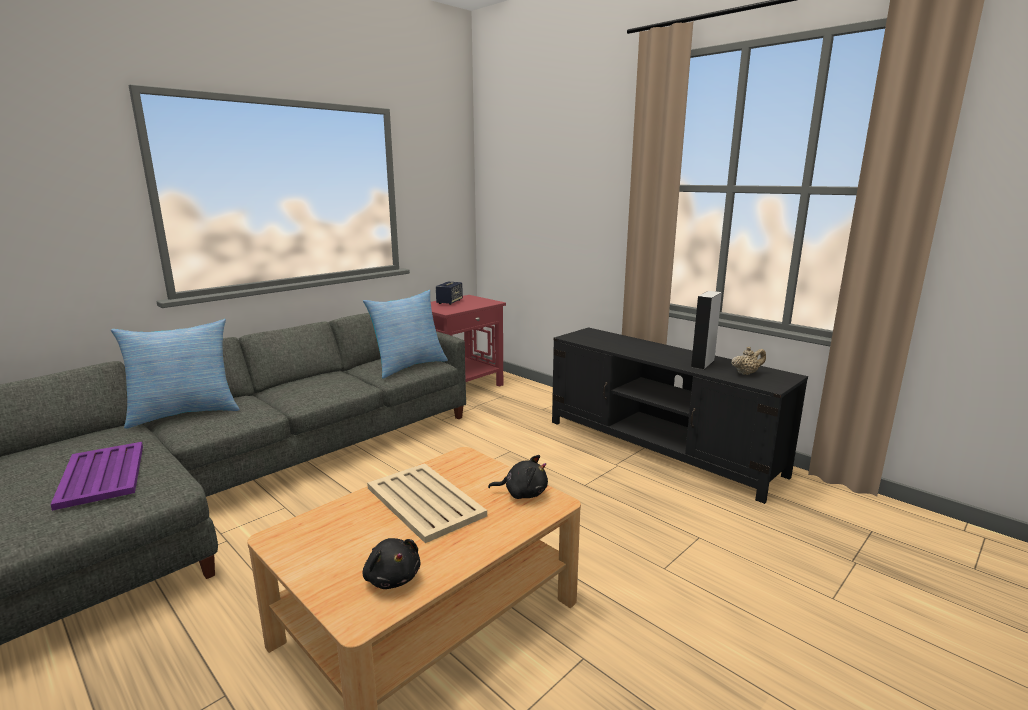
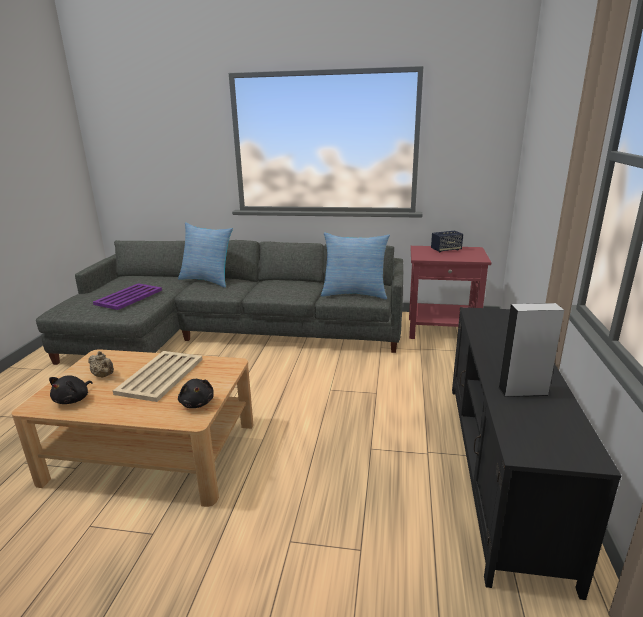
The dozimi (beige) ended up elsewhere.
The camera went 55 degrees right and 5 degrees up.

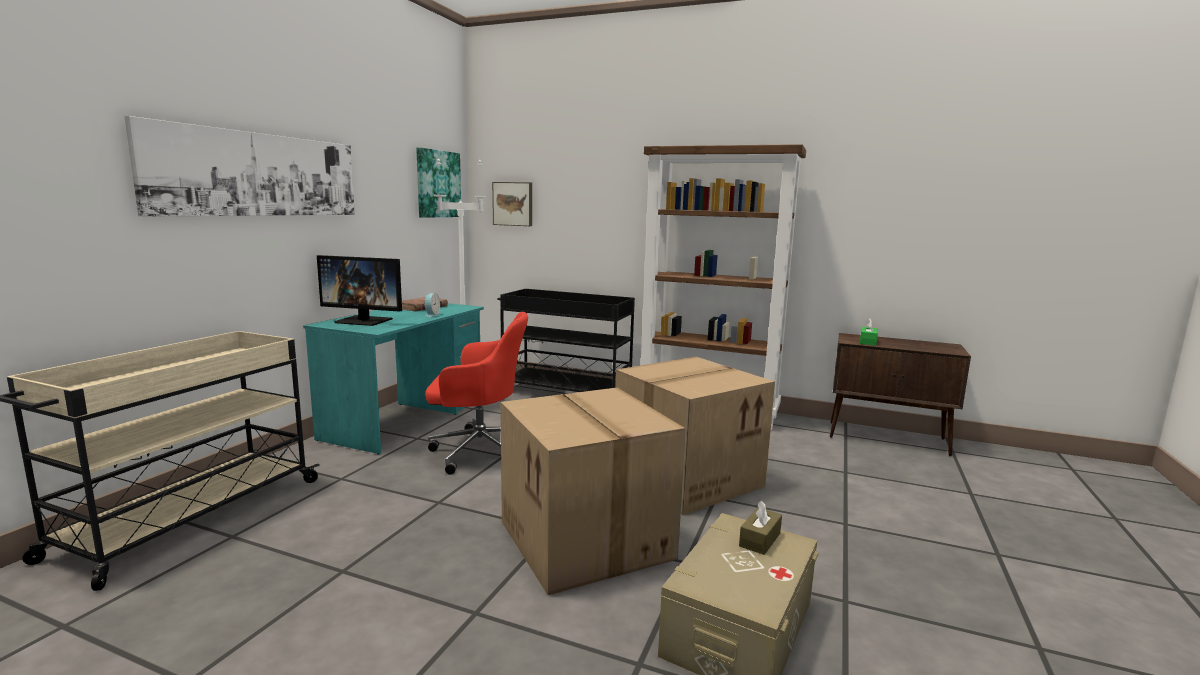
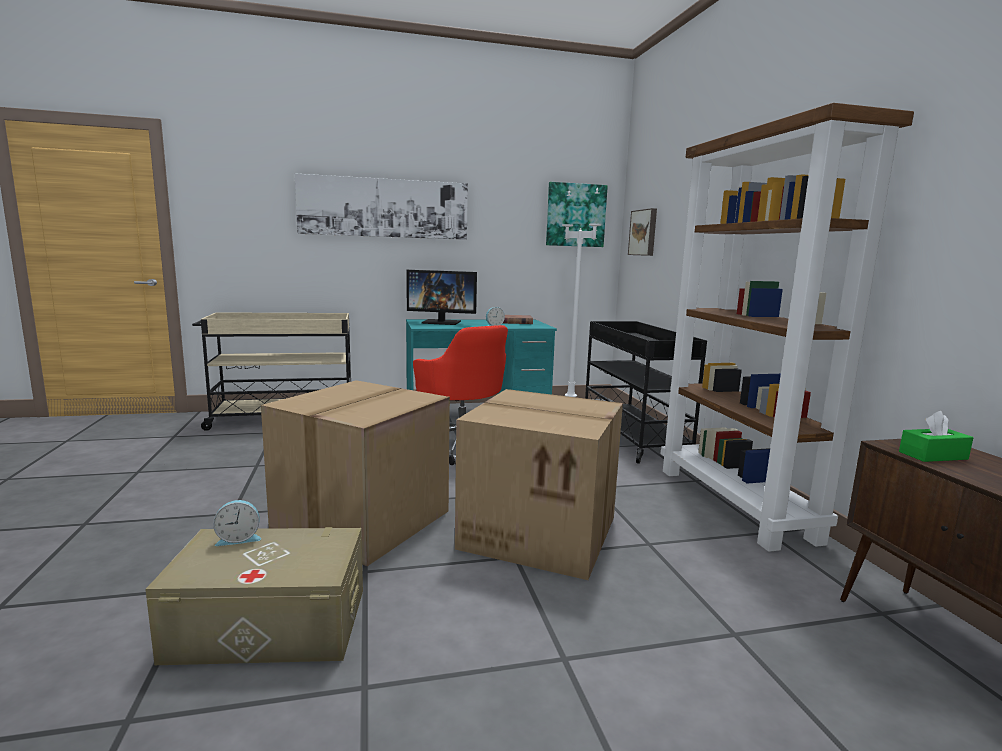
The second view gained the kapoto (no. 1 from left).
The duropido ended up facing another way, 60 degrees counterclockwise from before.
The second view lost the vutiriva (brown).
The camera went 55 degrees right and 0 degrees up.

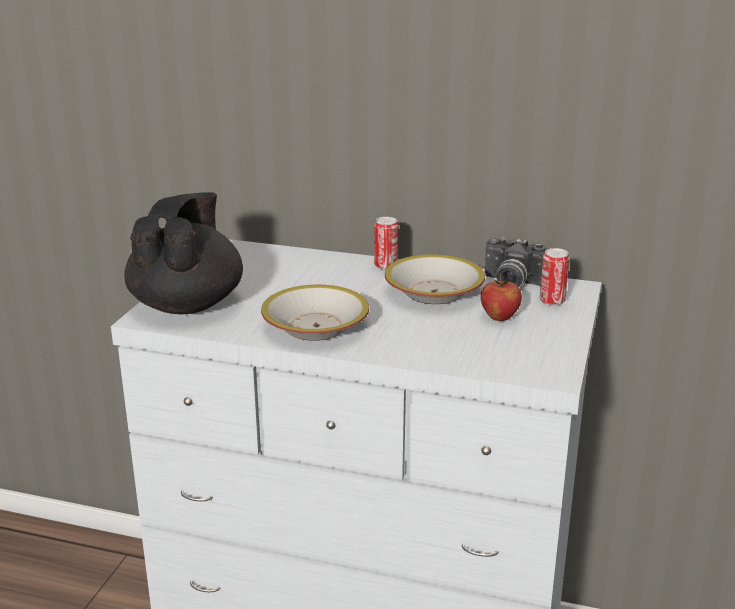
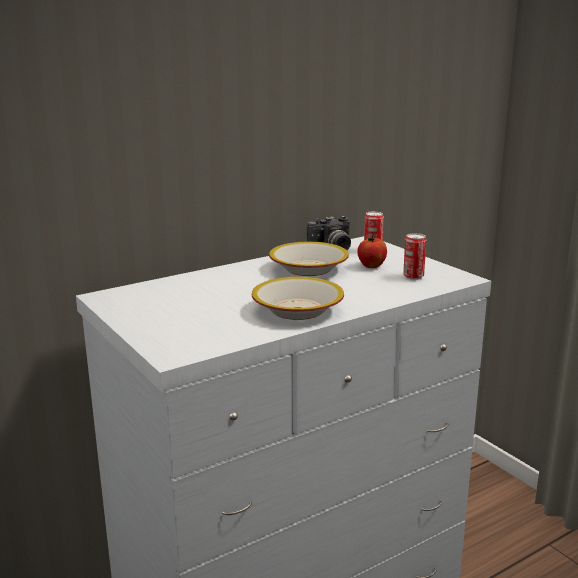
The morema (no. 1 from left in the first image) ended up elsewhere.
The second view lost the dozimi (black).
The camera went 50 degrees left and 5 degrees down.

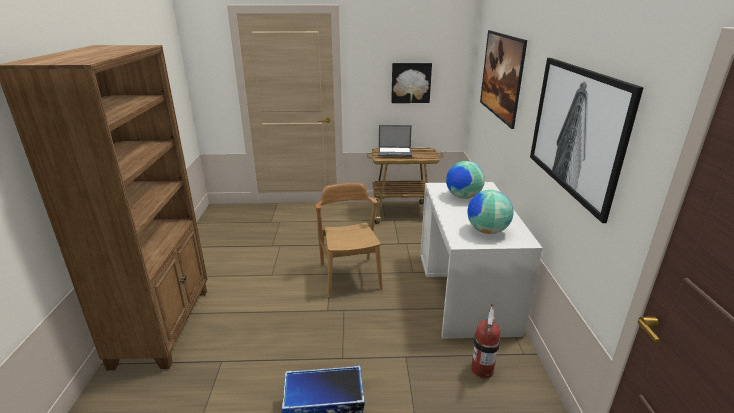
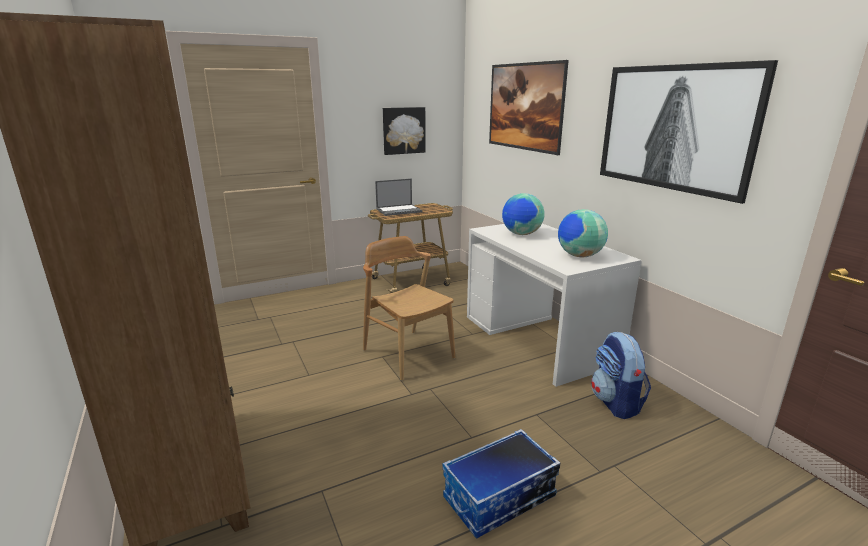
Where the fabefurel stood, the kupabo came to stand.
The camera went 25 degrees left and 5 degrees down.

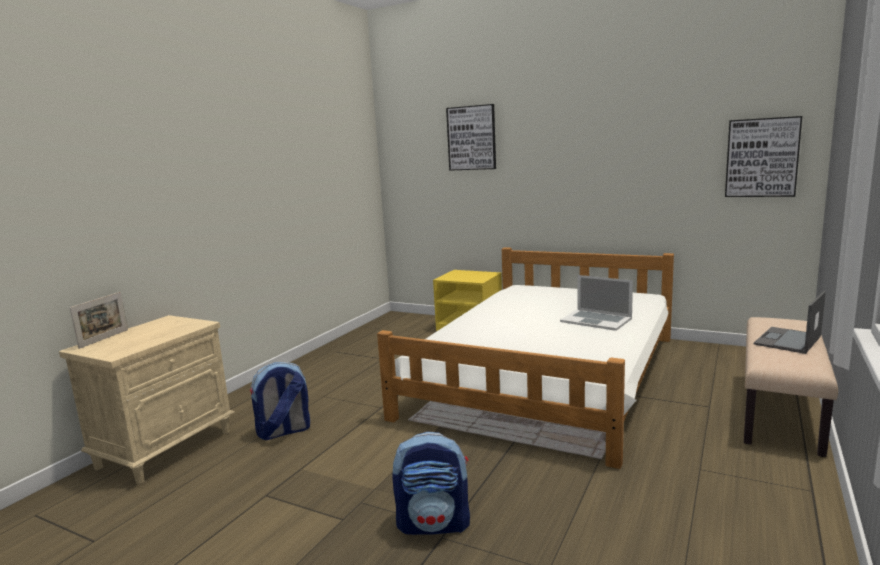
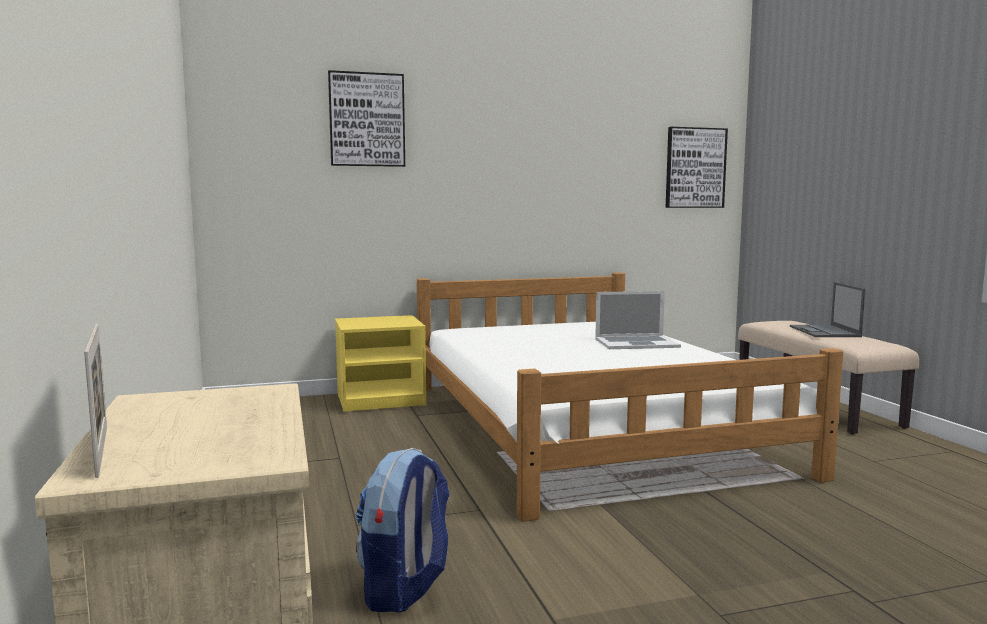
The second view lost the kupabo (no. 2 from left).
The camera went 45 degrees left and 5 degrees down.

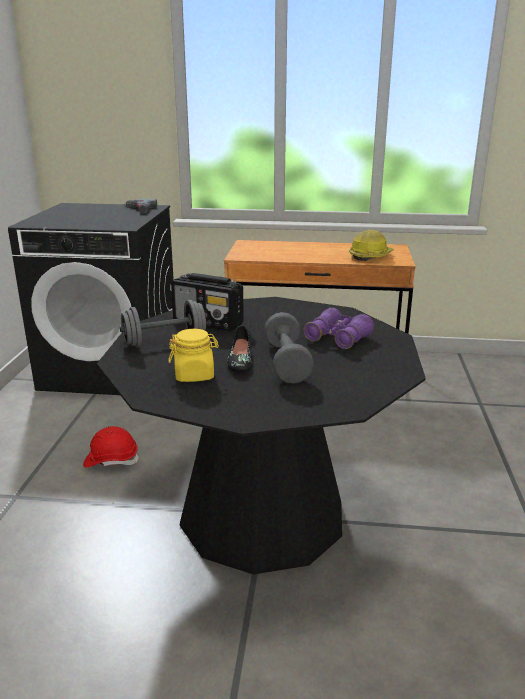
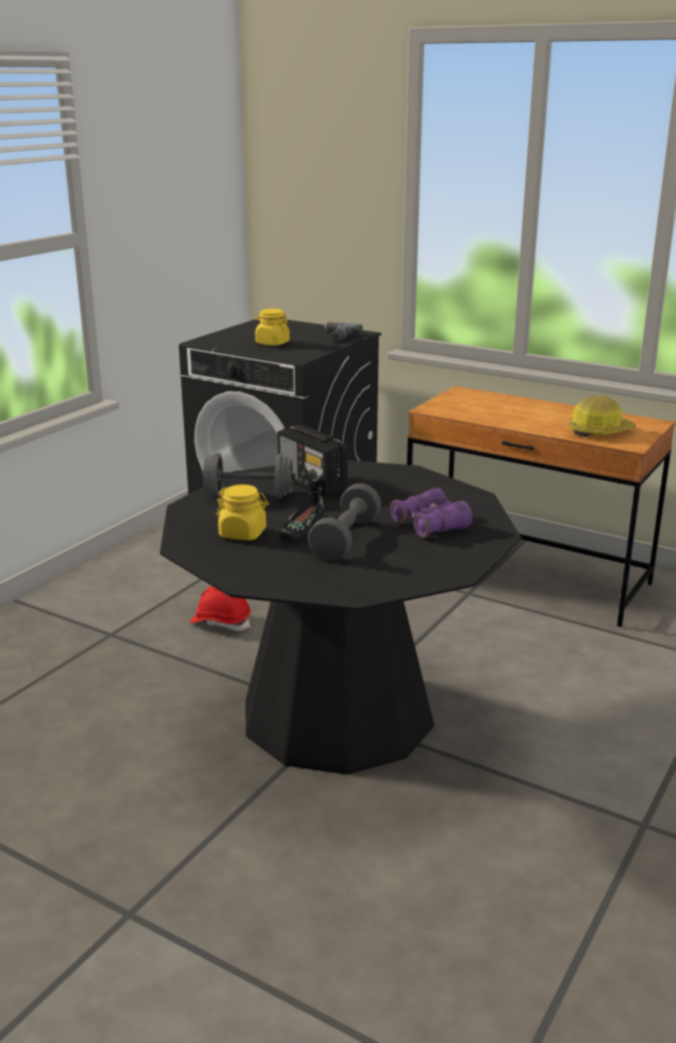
The second view gained the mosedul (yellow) (no. 2 from left).
The camera went 25 degrees right and 0 degrees up.

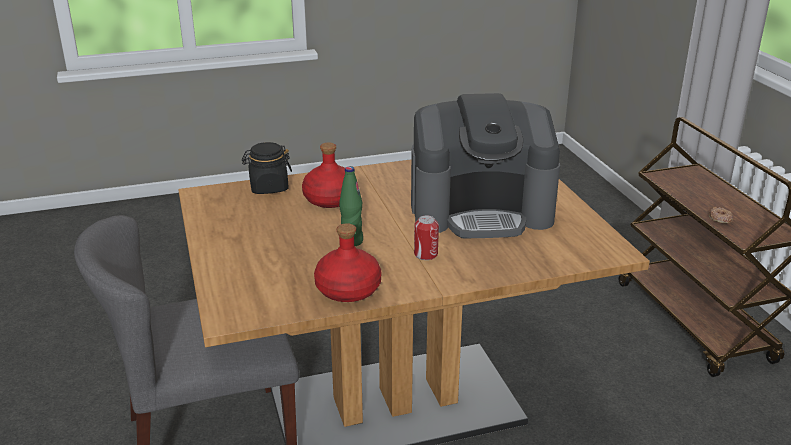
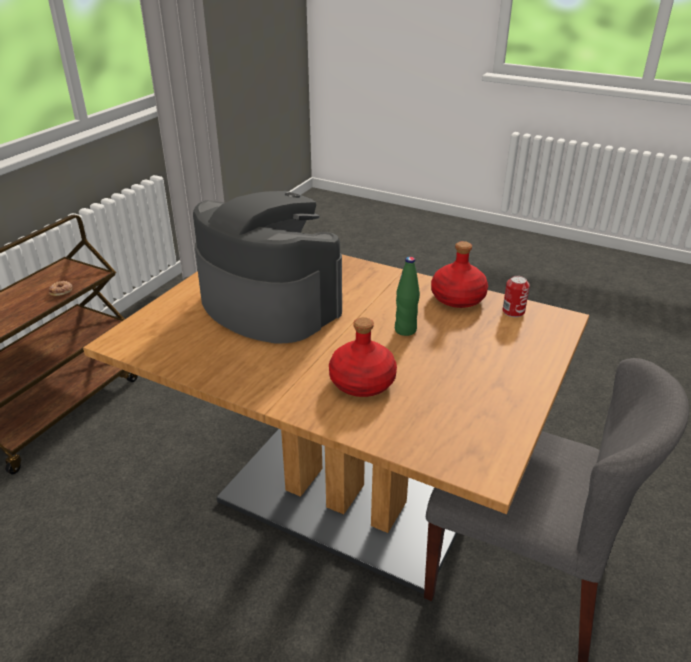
The morema ended up elsewhere.
The second view lost the mosedul (black).
The camera went 135 degrees left and 5 degrees up.

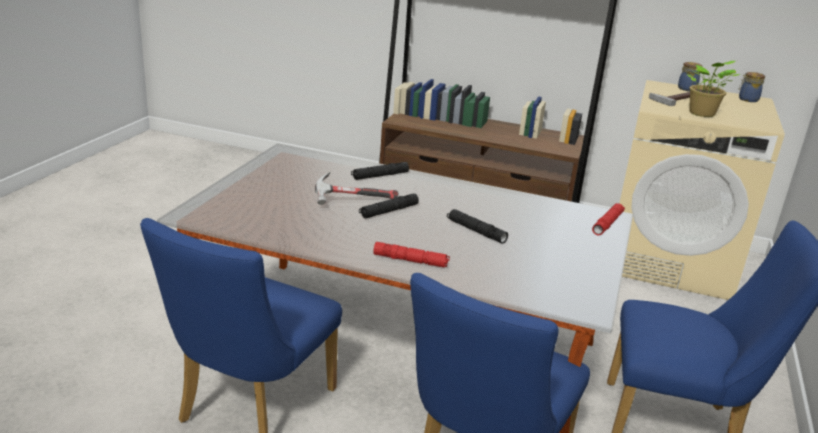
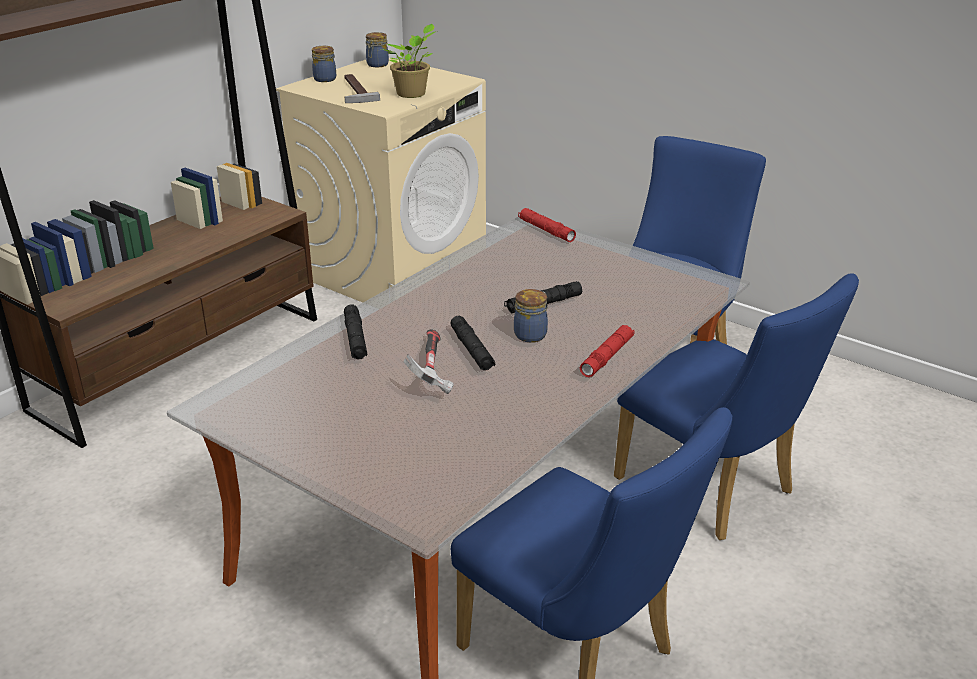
The second view gained the mosedul (no. 3 from left).
The camera went 70 degrees left and 5 degrees up.

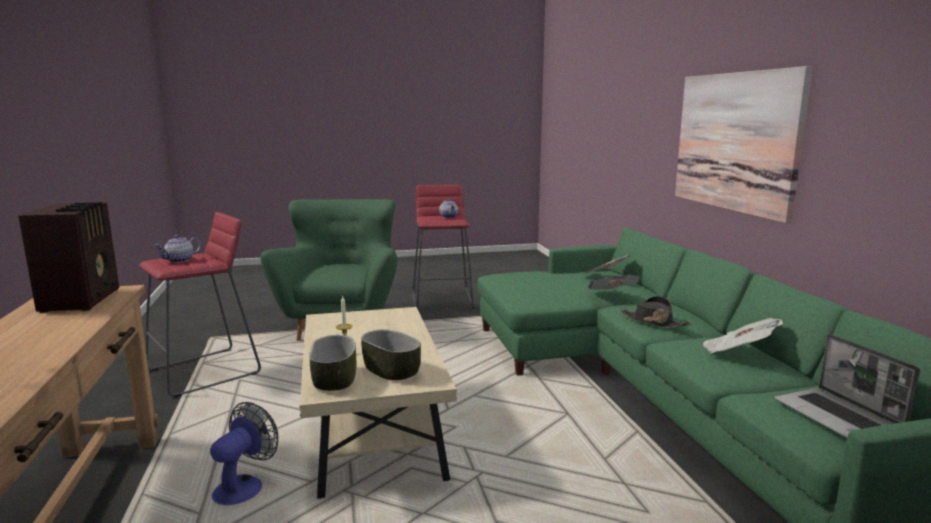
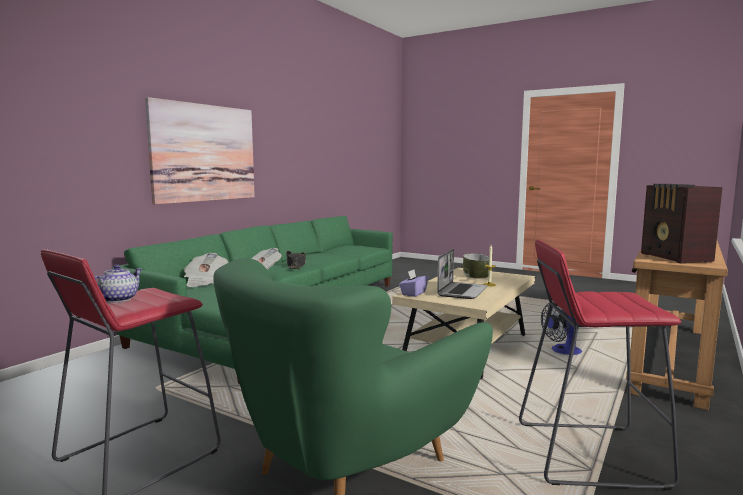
The second view gained the vutiriva (purple).
The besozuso ended up elsewhere.
The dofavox ended up facing another way, 45 degrees counterclockwise from before.
The second view lost the dozimi (no. 1 from left).
The second view lost the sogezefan (no. 1 from left).
The second view lost the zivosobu (no. 3 from left).
The camera went 135 degrees left and 5 degrees down.

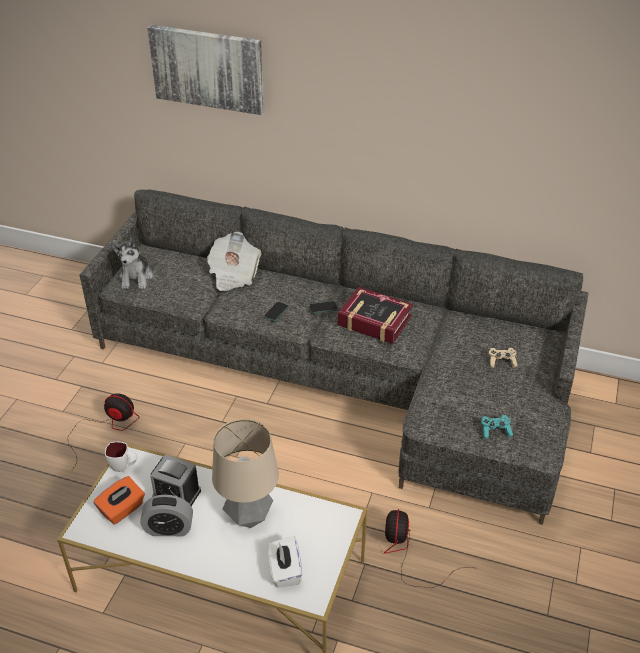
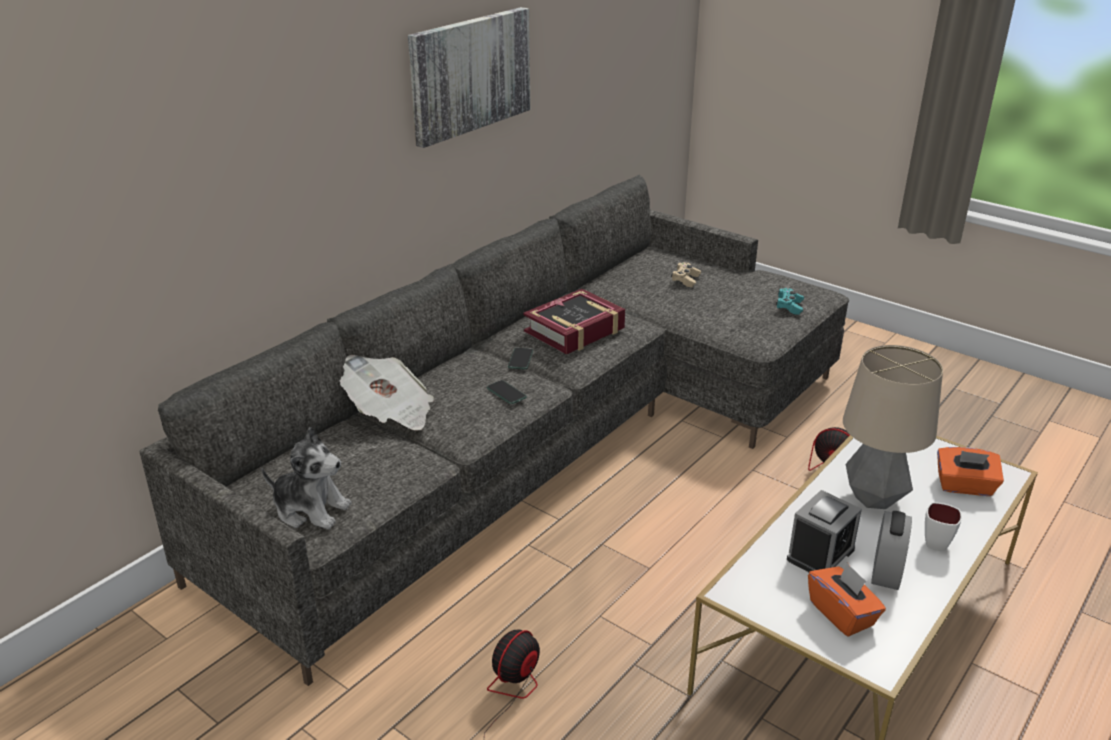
The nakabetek ended up elsewhere.
The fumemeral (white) ended up elsewhere.
What was the vutiriva (white) turned into the vutiriva (orange) (no. 2 from left).
The camera went 70 degrees left and 10 degrees down.

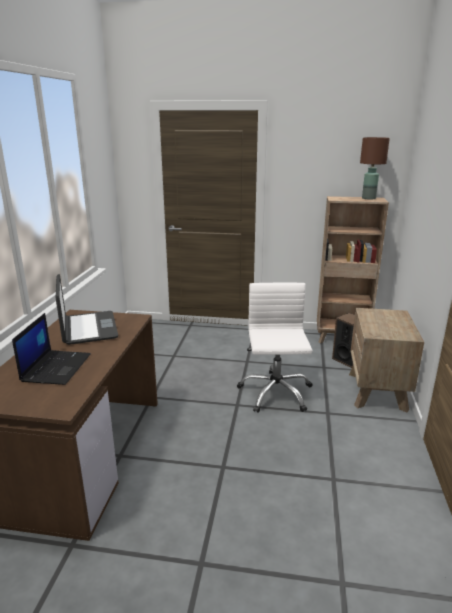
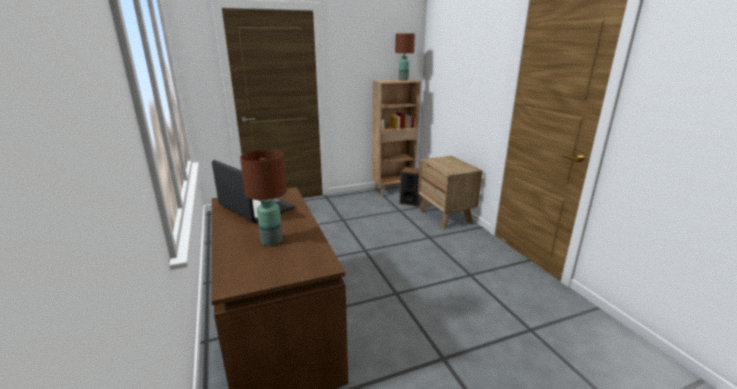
Where the besozuso (no. 1 from left) stood, the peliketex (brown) (no. 1 from left) came to stand.
The second view lost the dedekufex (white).
The camera went 30 degrees left and 0 degrees up.

